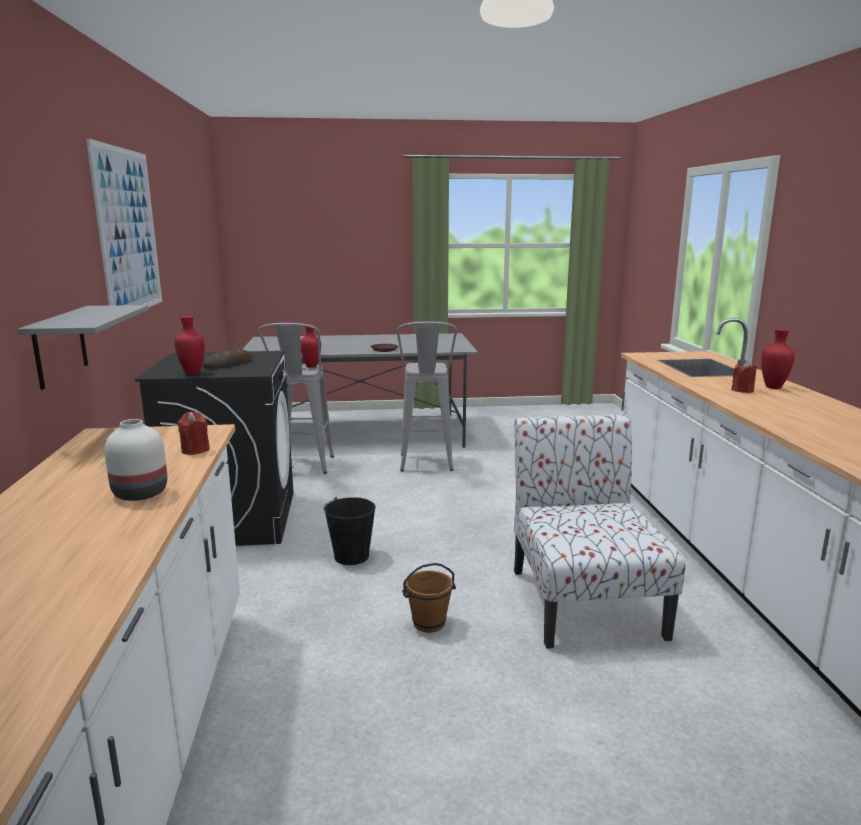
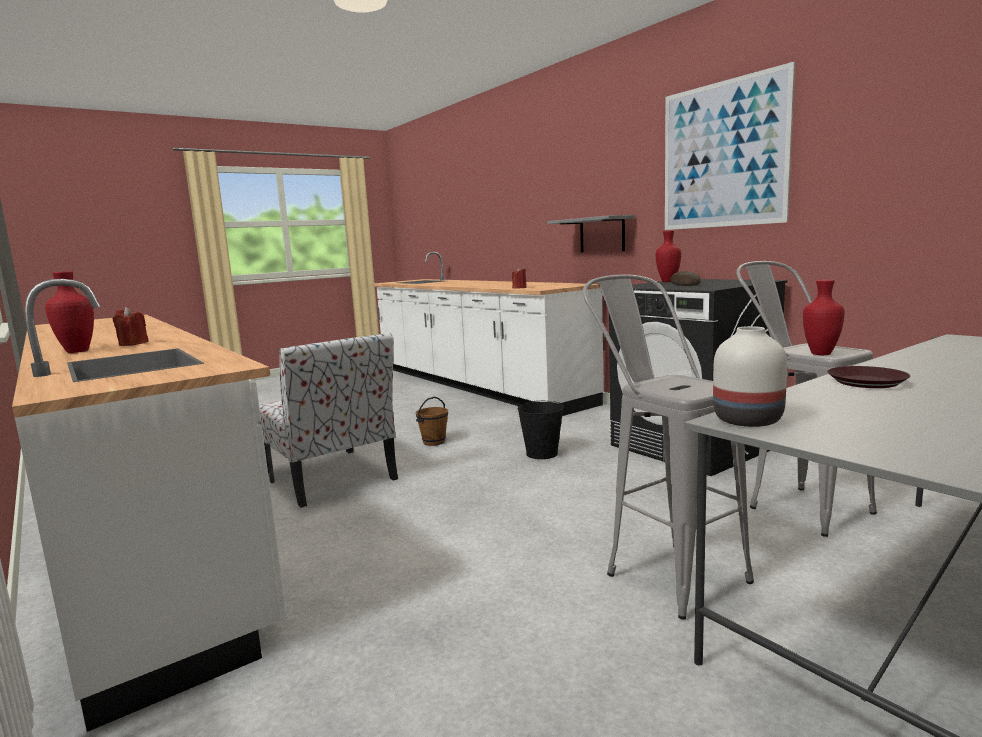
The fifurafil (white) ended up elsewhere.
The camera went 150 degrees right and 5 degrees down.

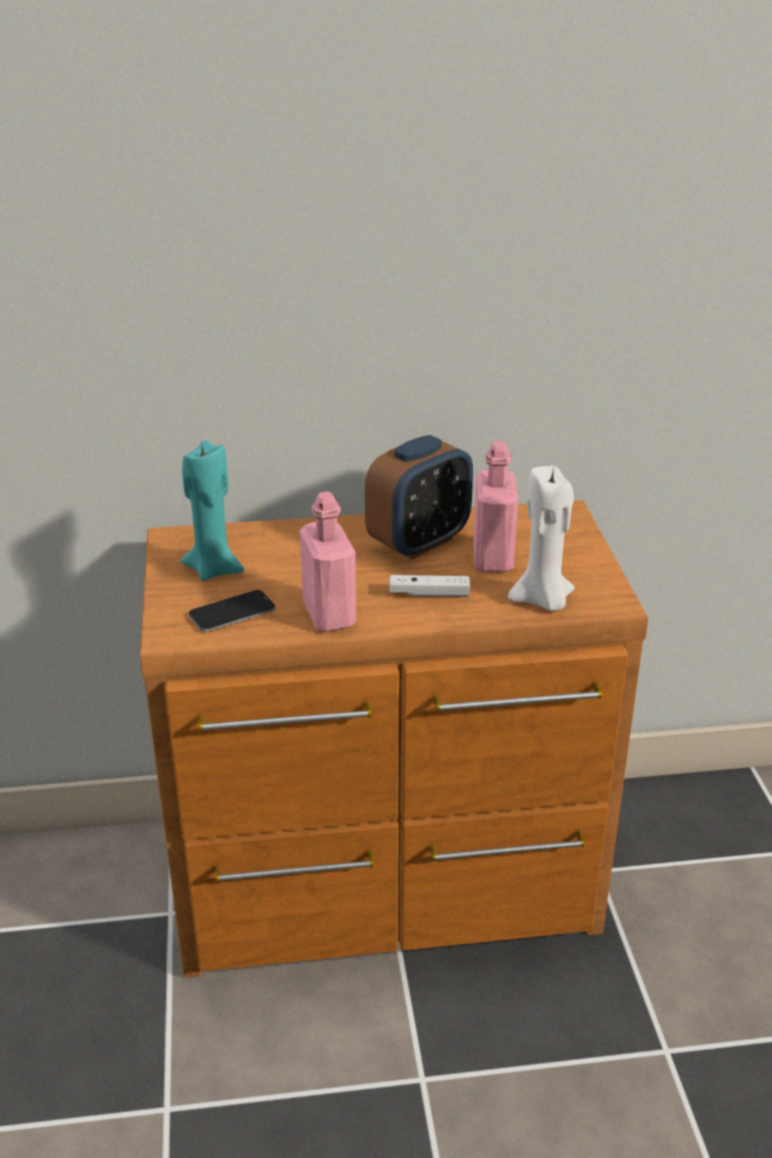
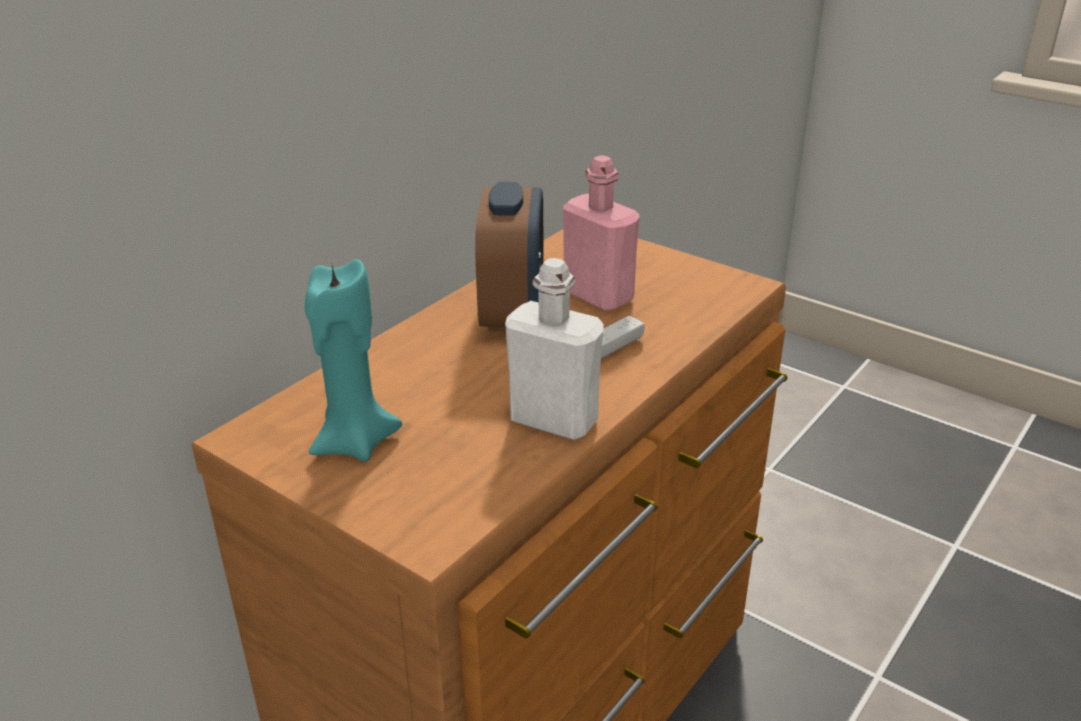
What was the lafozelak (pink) (no. 1 from left) turned into the lafozelak (white).
The second view lost the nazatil.
The second view lost the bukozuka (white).
The camera went 45 degrees left and 0 degrees up.

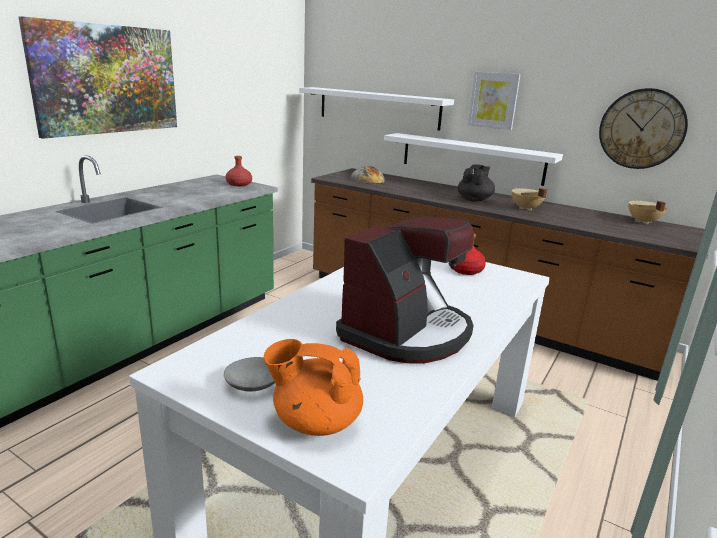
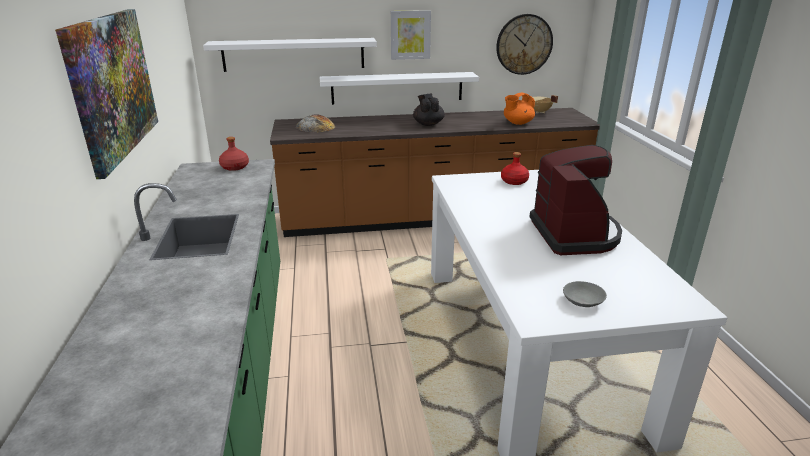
The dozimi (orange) ended up elsewhere.
The second view lost the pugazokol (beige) (no. 1 from left).
The camera went 40 degrees left and 5 degrees up.

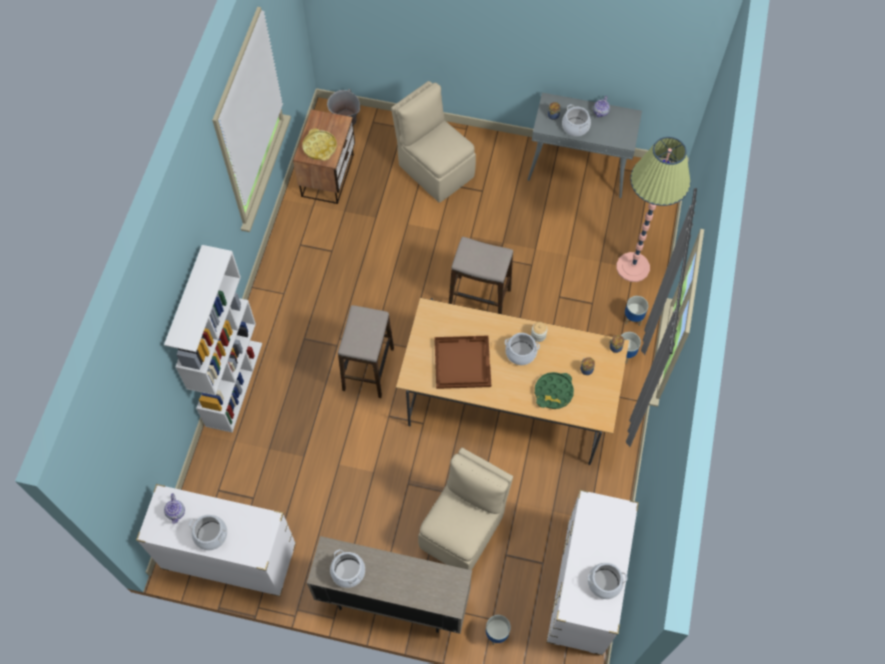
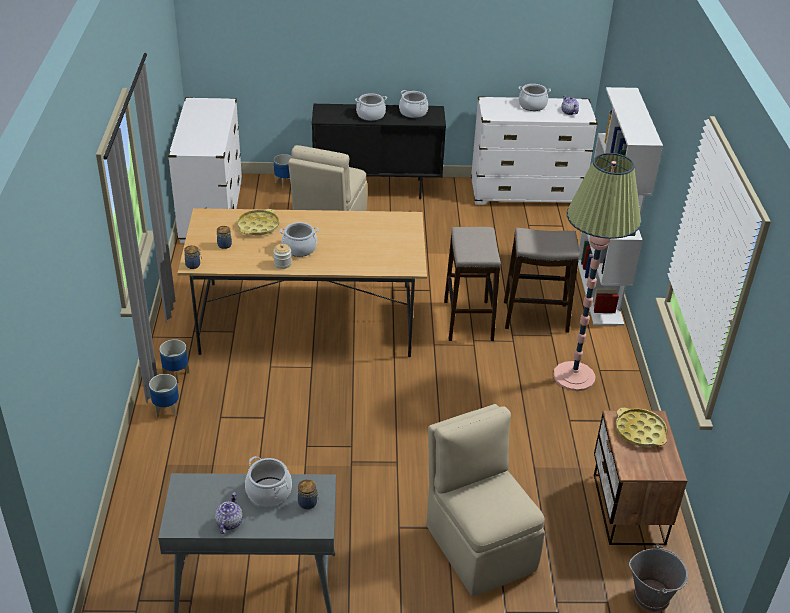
What was the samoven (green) turned into the samoven (yellow) (no. 1 from left).
What was the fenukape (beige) turned into the fenukape (black).
The pugazokol (no. 5 from left in the first image) ended up elsewhere.
The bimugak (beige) (no. 1 from left in the first image) ended up facing another way, 150 degrees counterclockwise from before.
The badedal (no. 2 from left) ended up elsewhere.
The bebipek ended up elsewhere.
The second view lost the samoven (brown).
The camera went 165 degrees right and 25 degrees down.

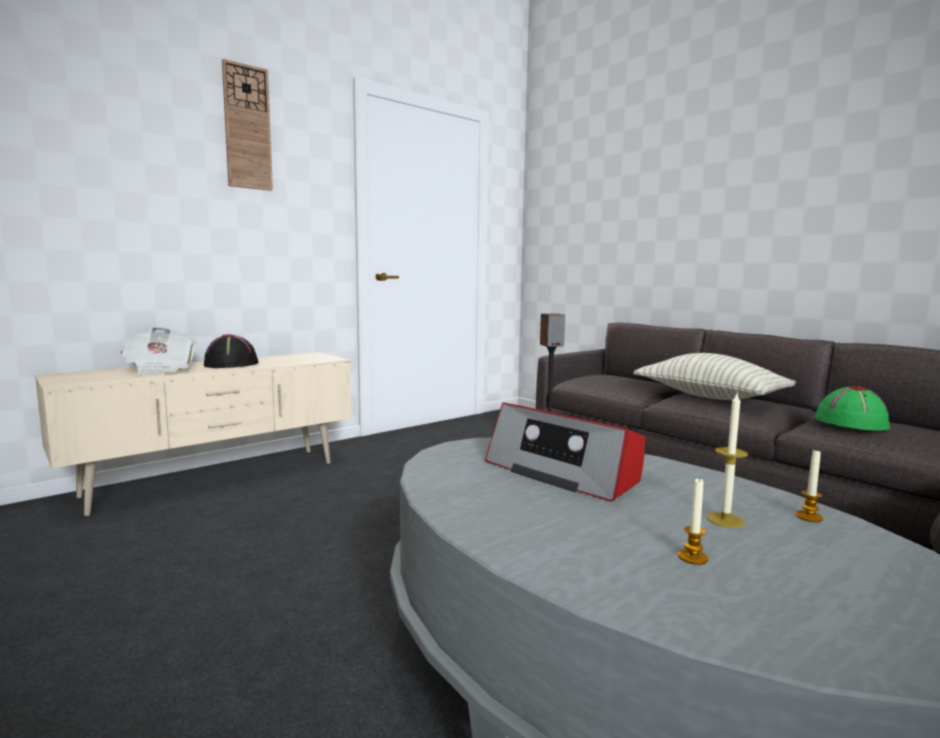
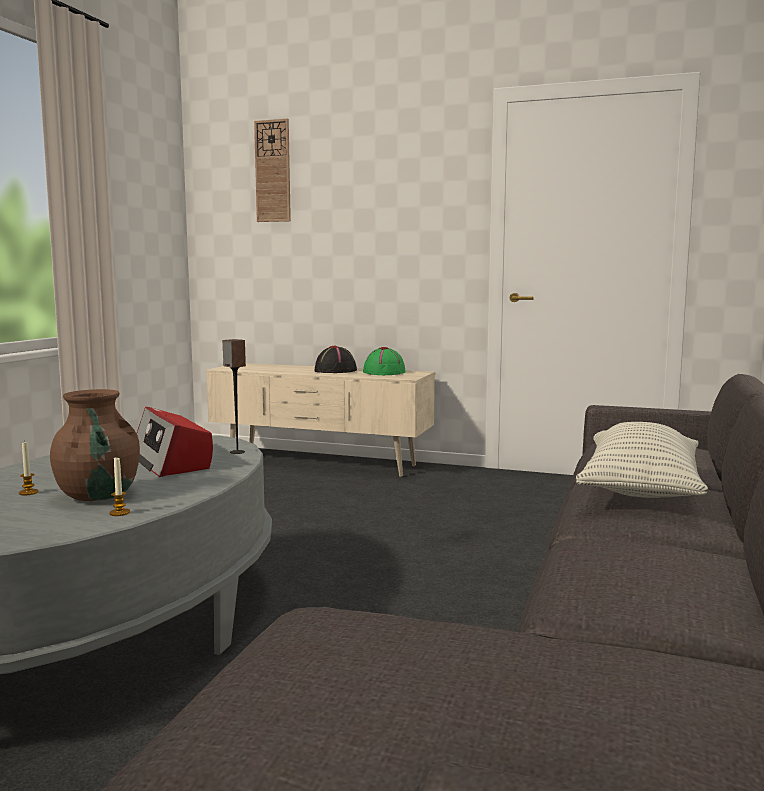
Where the bukozuka (no. 2 from left) stood, the fifurafil (brown) came to stand.
The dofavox ended up facing another way, 45 degrees counterclockwise from before.
The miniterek ended up elsewhere.
The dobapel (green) ended up elsewhere.
The second view lost the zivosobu.
The camera went 60 degrees right and 0 degrees up.

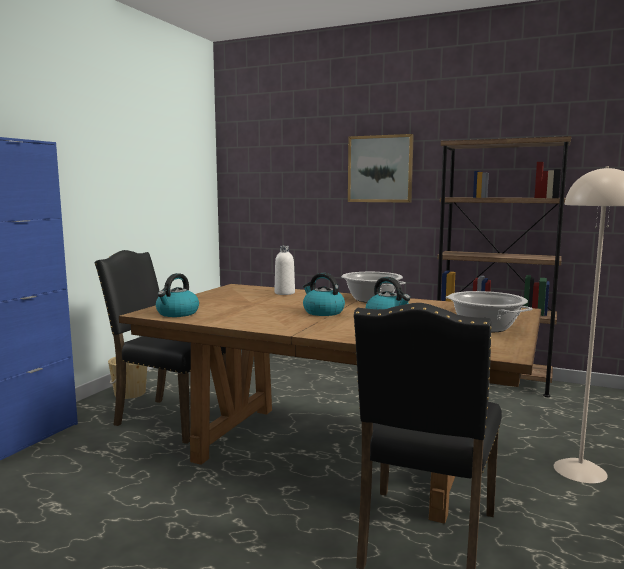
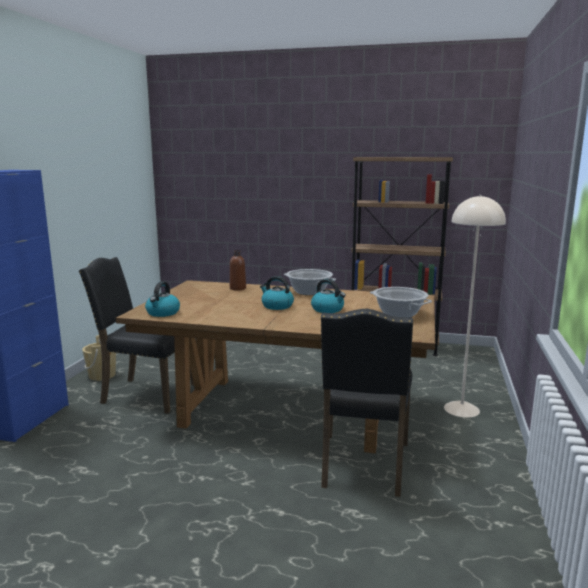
What was the lafozelak (white) turned into the lafozelak (brown).
The second view lost the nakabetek.
The camera went 10 degrees left and 5 degrees up.

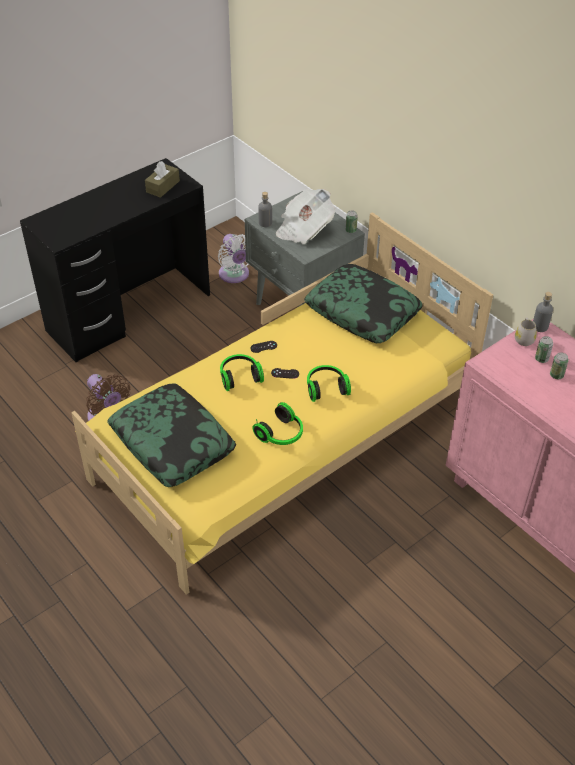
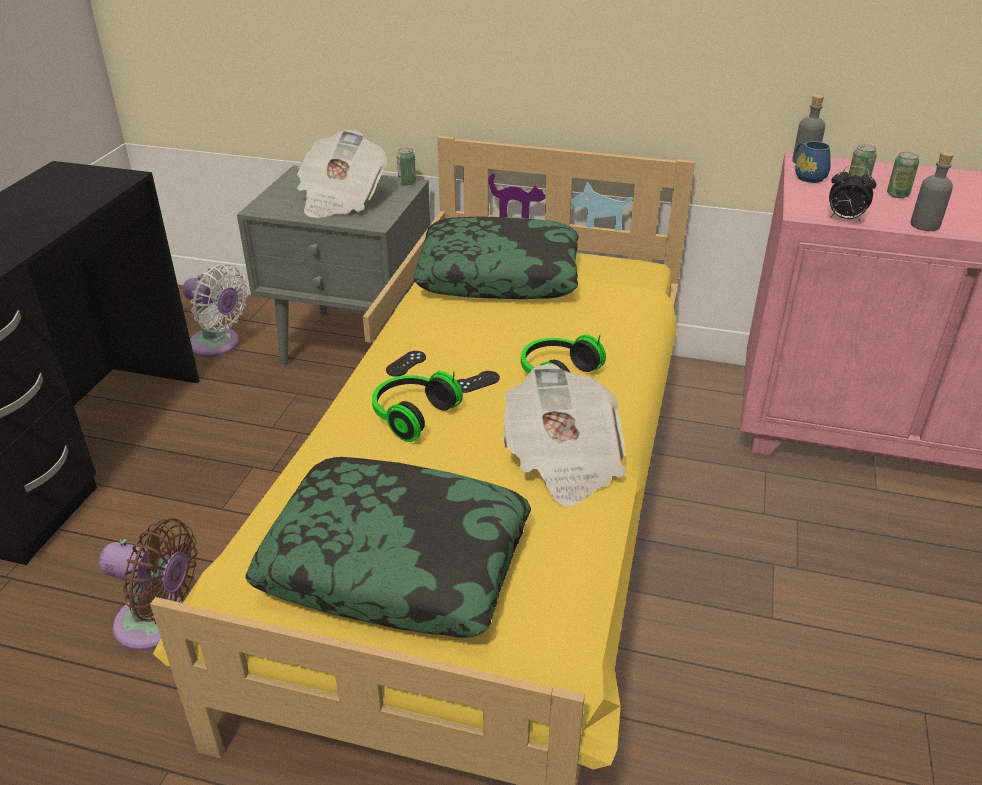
Where the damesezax (no. 2 from left) stood, the zivosobu (no. 2 from left) came to stand.
What was the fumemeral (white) turned into the fumemeral (blue).
The second view gained the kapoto.
The lafozelak (grey) (no. 1 from left in the first image) ended up elsewhere.
The second view lost the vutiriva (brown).
The camera went 35 degrees left and 10 degrees down.

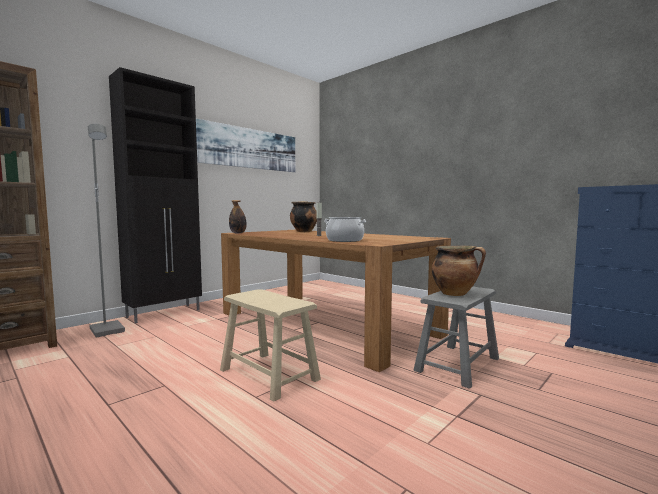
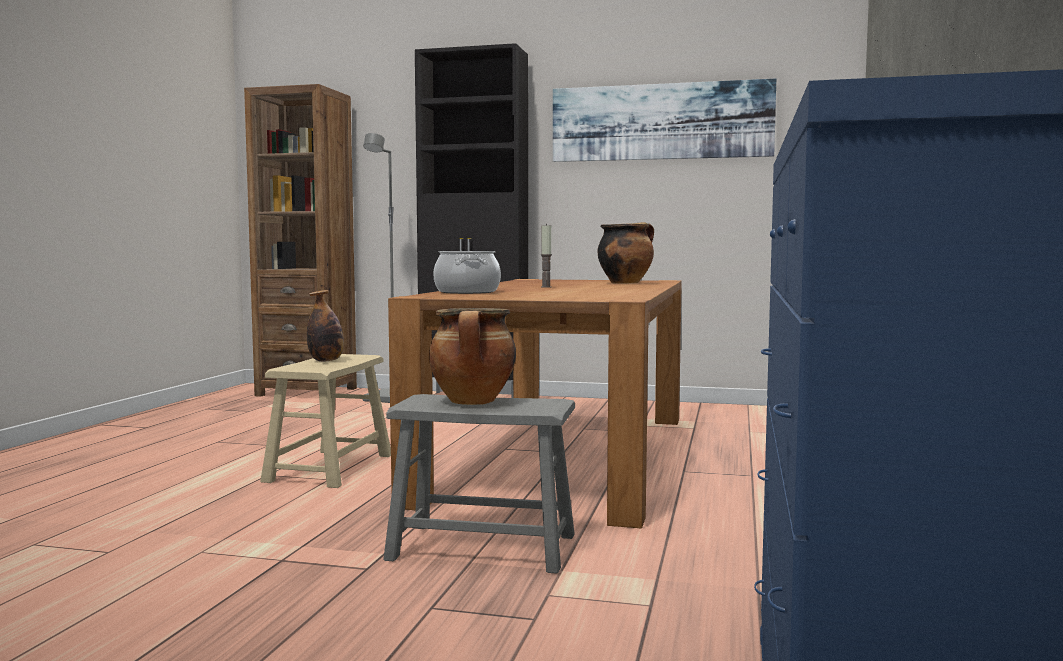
The lafozelak ended up elsewhere.
The camera went 60 degrees right and 0 degrees up.

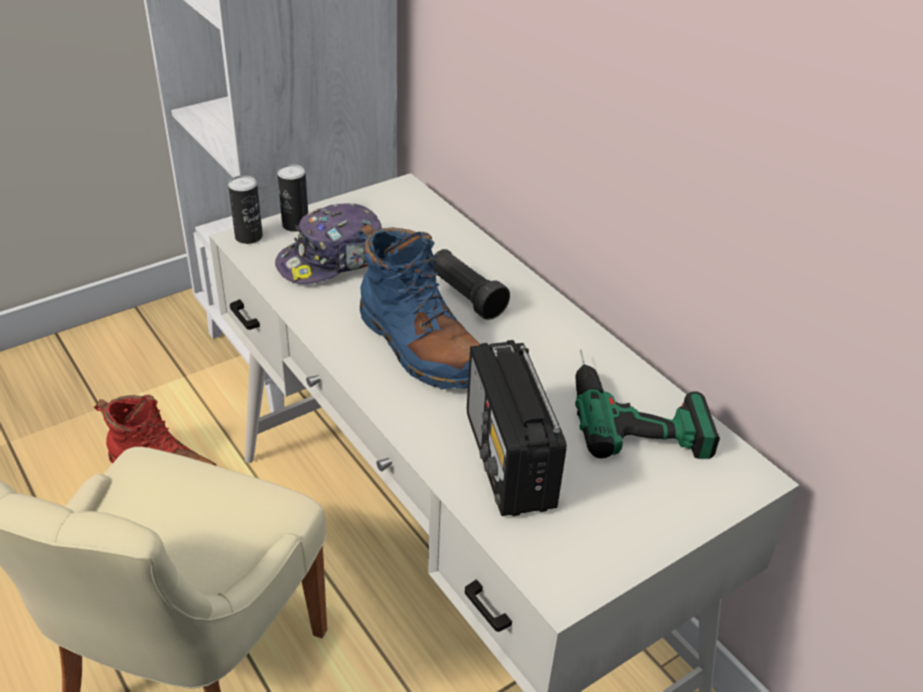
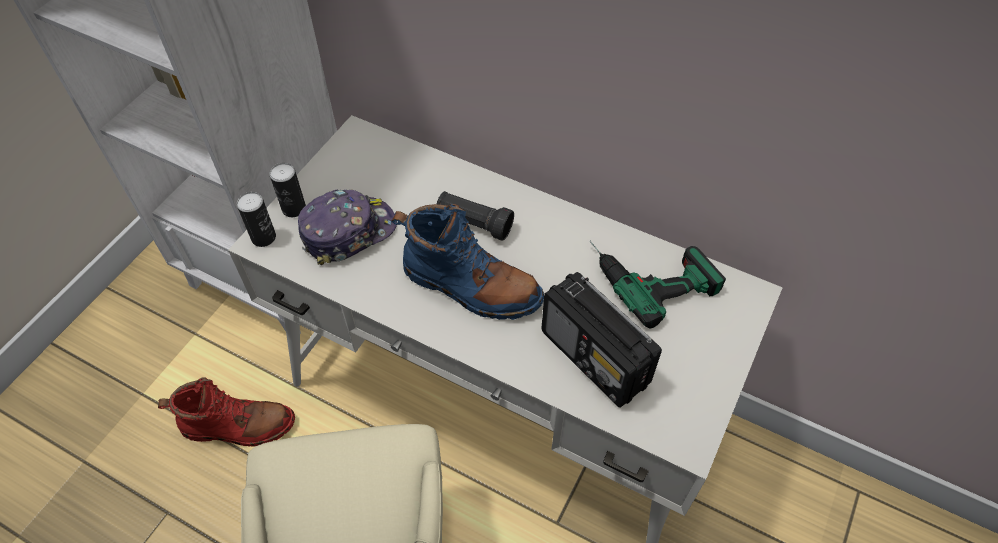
The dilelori ended up facing another way, 150 degrees counterclockwise from before.
The camera went 25 degrees left and 15 degrees up.

